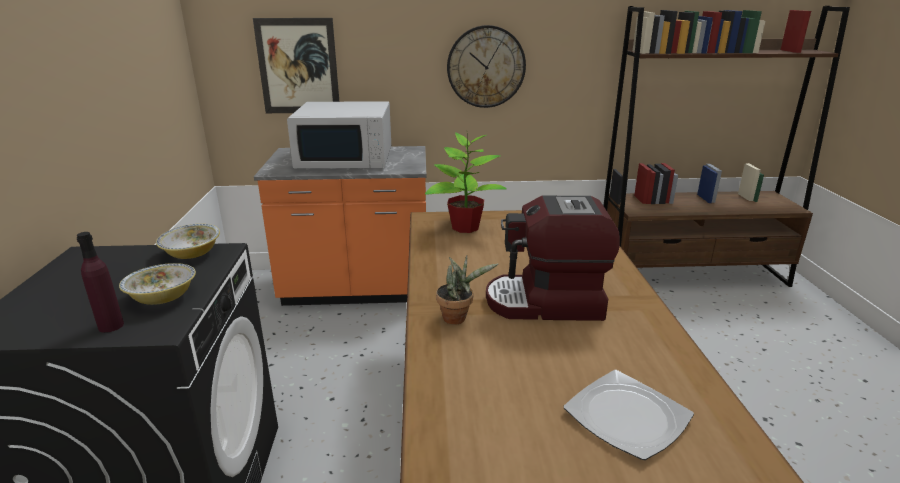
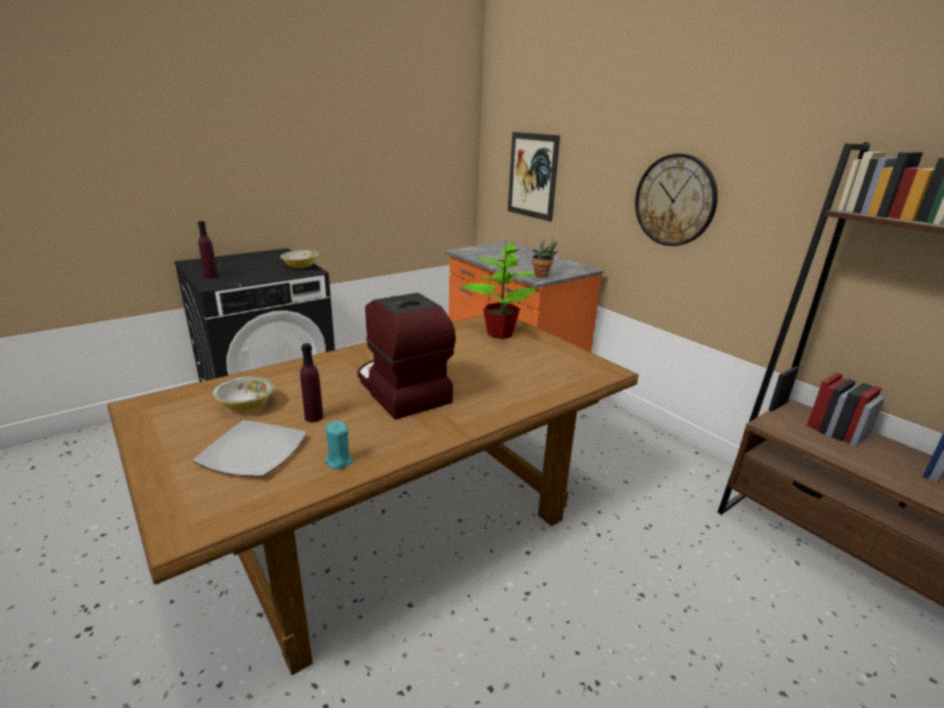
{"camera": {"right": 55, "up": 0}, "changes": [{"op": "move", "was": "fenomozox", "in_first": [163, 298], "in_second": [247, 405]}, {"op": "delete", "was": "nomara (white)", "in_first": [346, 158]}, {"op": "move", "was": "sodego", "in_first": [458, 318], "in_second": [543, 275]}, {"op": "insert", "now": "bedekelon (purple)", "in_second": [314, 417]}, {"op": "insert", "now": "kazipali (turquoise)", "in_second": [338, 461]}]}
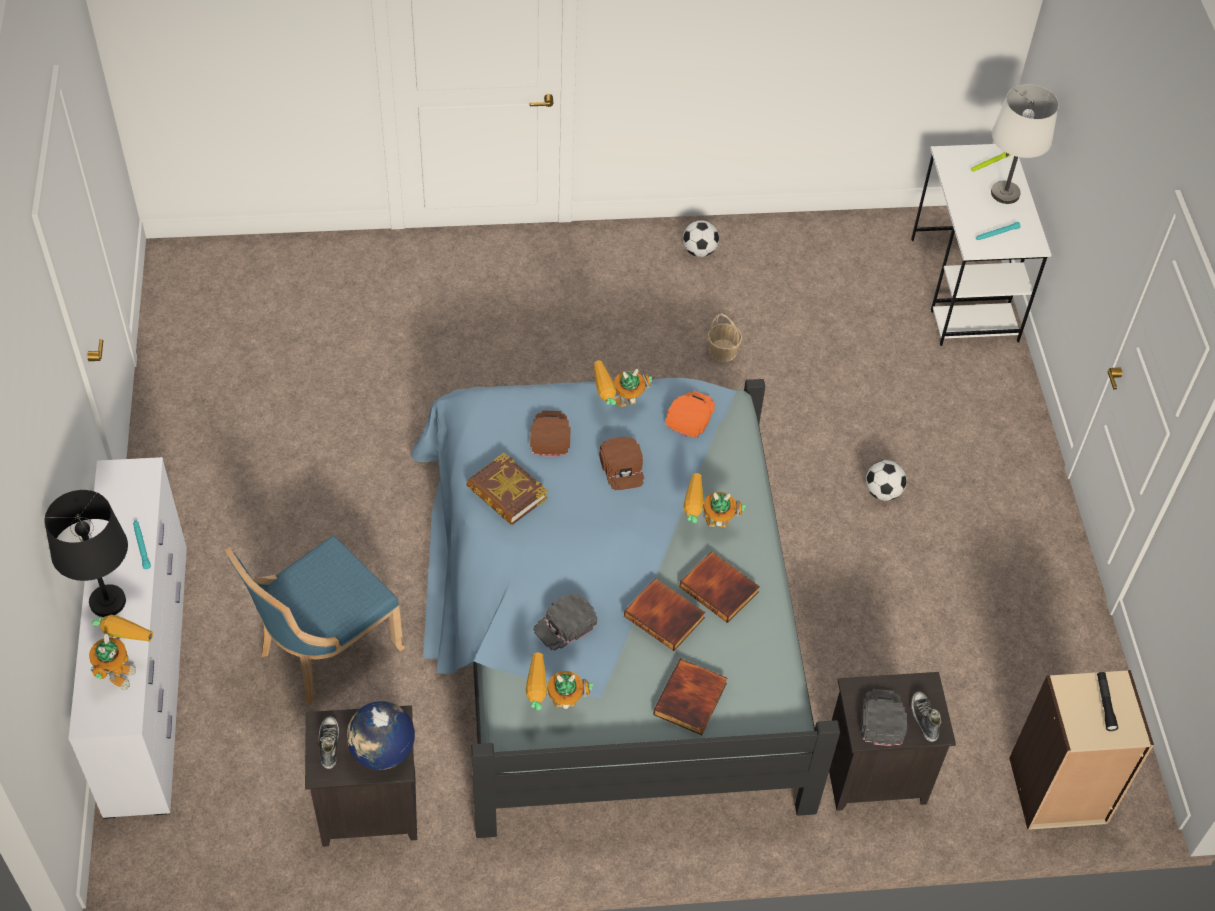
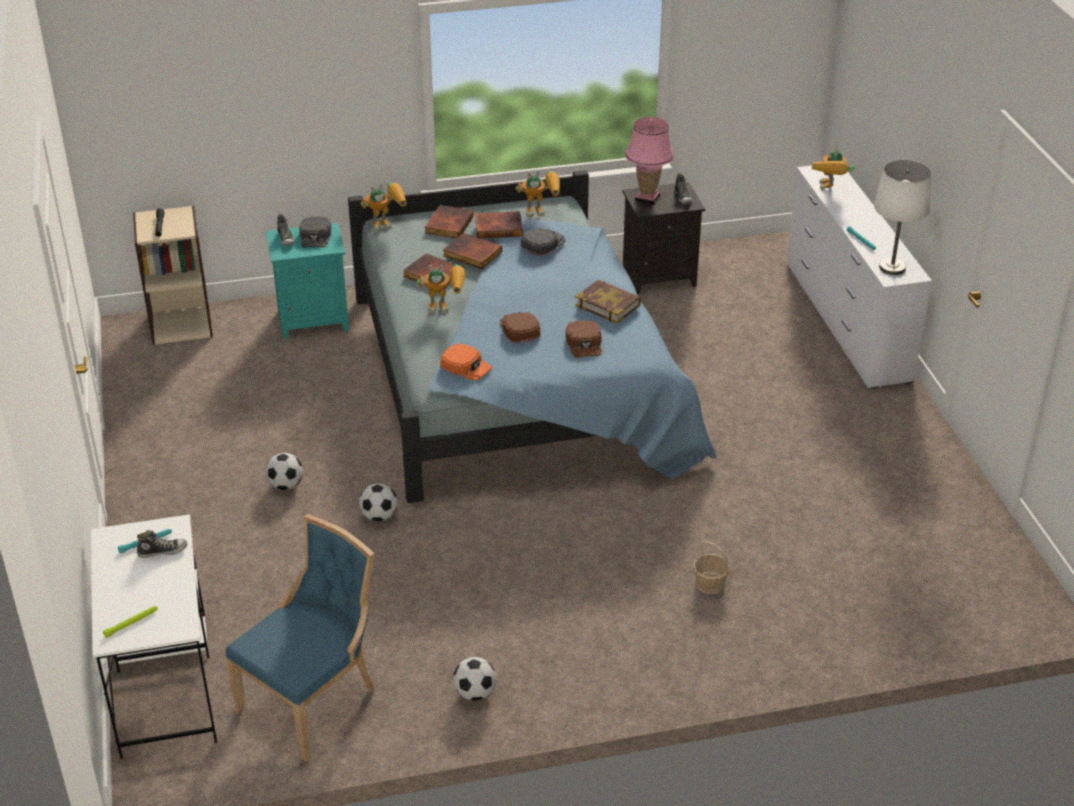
{"camera": {"right": 175, "up": -15}, "changes": [{"op": "delete", "was": "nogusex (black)", "in_first": [108, 601]}, {"op": "move", "was": "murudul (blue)", "in_first": [324, 650], "in_second": [313, 700]}, {"op": "replace", "was": "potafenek", "now": "nogusex (pink)", "in_first": [382, 752], "in_second": [647, 197]}, {"op": "move", "was": "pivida", "in_first": [617, 408], "in_second": [387, 223]}, {"op": "rotate", "was": "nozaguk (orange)", "in_first": [690, 415], "in_second": [466, 366], "clockwise": -75}, {"op": "move", "was": "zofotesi", "in_first": [723, 351], "in_second": [710, 583]}, {"op": "recolor", "was": "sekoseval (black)", "now": "sekoseval (turquoise)", "in_first": [873, 776], "in_second": [314, 320]}, {"op": "move", "was": "nogusex (white)", "in_first": [1004, 193], "in_second": [892, 268]}, {"op": "insert", "now": "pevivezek", "in_second": [162, 551]}, {"op": "insert", "now": "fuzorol", "in_second": [379, 516]}, {"op": "insert", "now": "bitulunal", "in_second": [499, 227]}]}
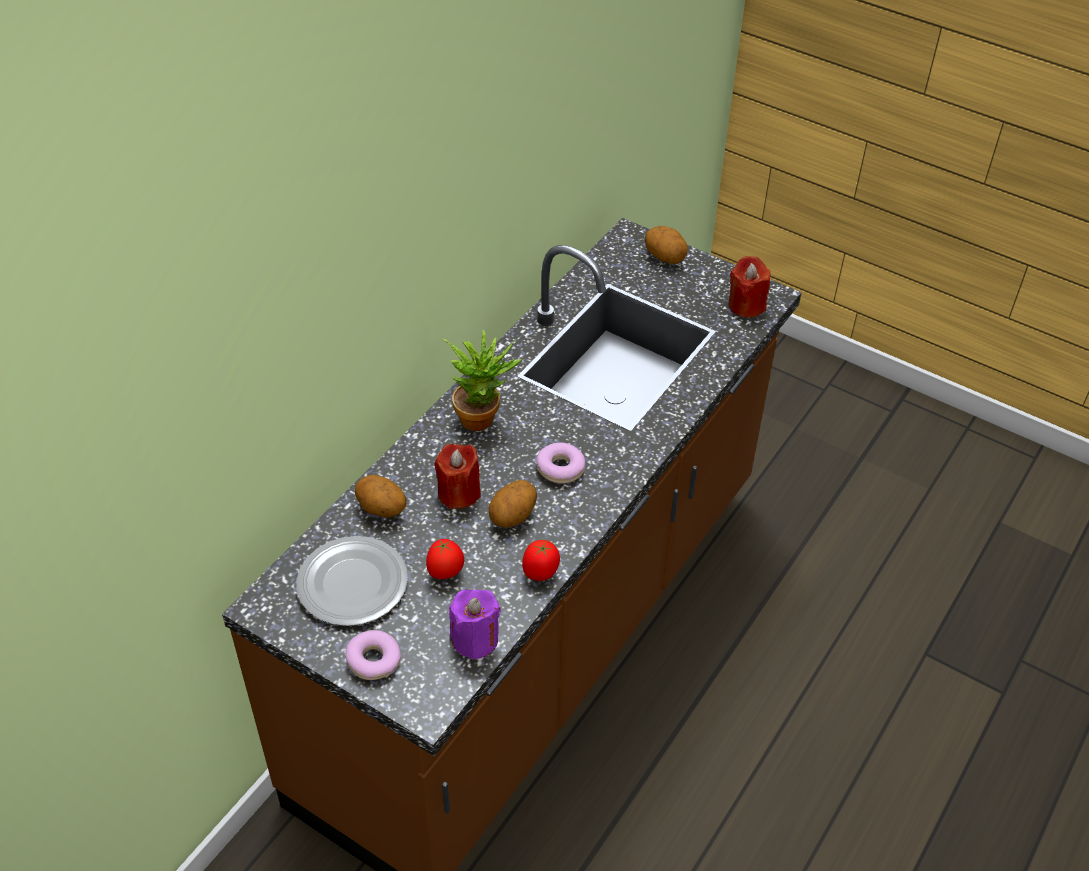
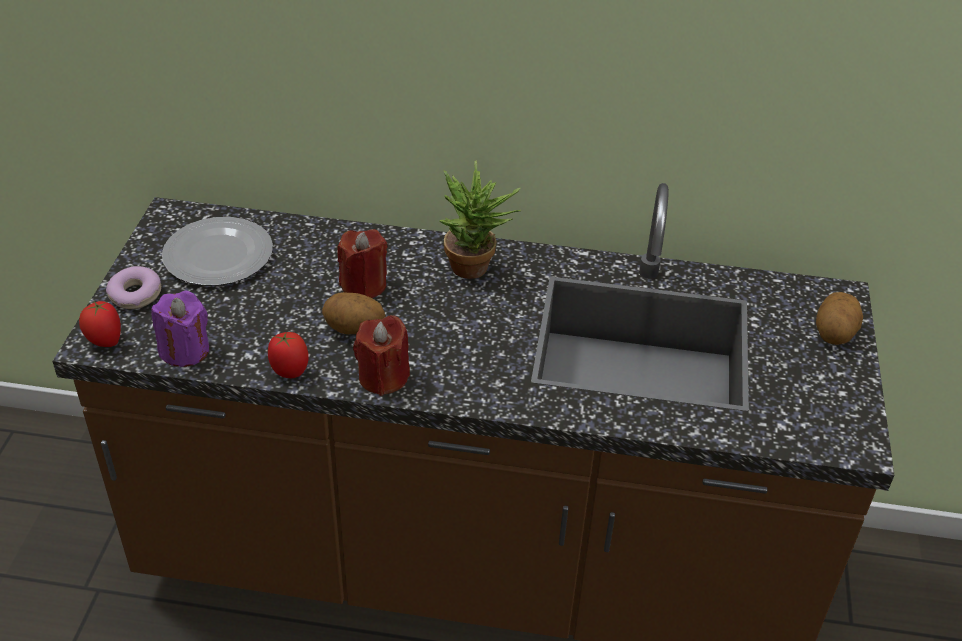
{"camera": {"right": 65, "up": -5}, "changes": [{"op": "delete", "was": "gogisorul", "in_first": [381, 509]}, {"op": "move", "was": "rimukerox", "in_first": [445, 573], "in_second": [104, 341]}, {"op": "delete", "was": "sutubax", "in_first": [560, 468]}, {"op": "move", "was": "kazipali (red)", "in_first": [746, 305], "in_second": [383, 377]}]}
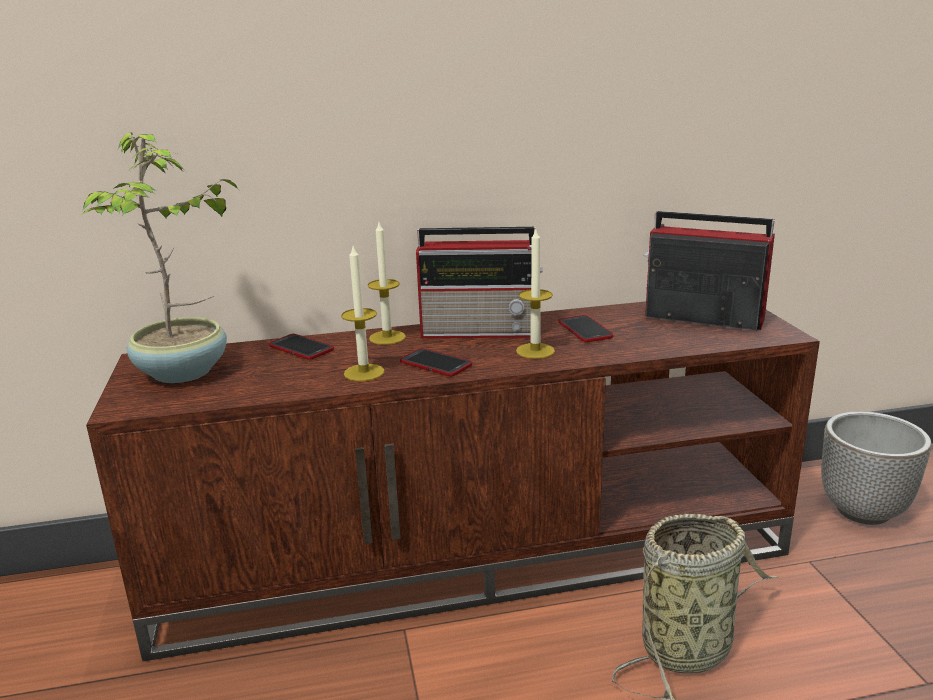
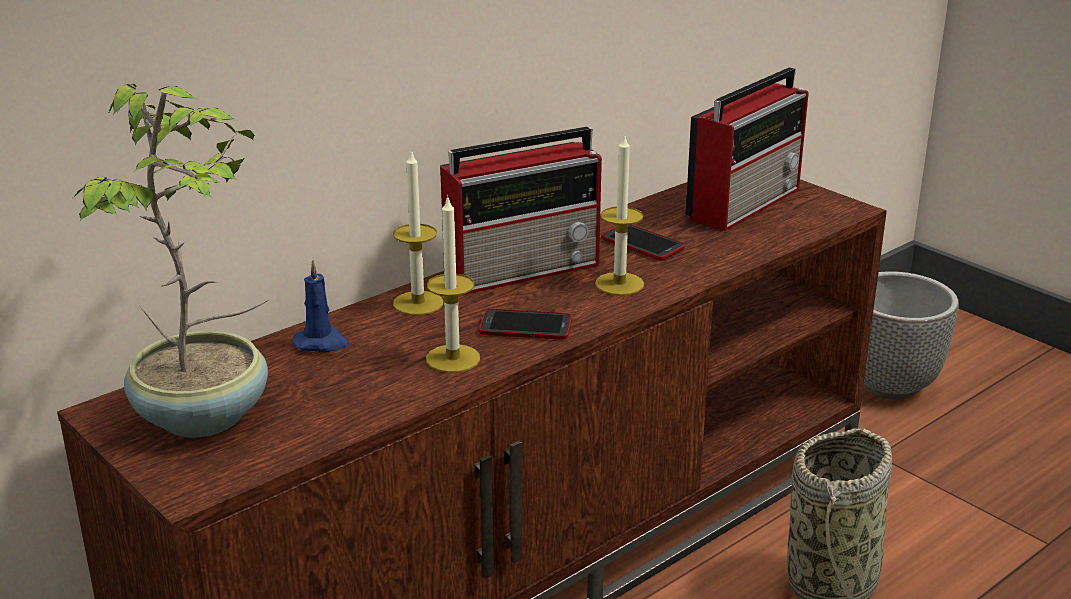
{"camera": {"right": -30, "up": 5}, "changes": [{"op": "replace", "was": "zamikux", "now": "kazipali (blue)", "in_first": [301, 348], "in_second": [322, 343]}, {"op": "rotate", "was": "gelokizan", "in_first": [700, 317], "in_second": [746, 202], "clockwise": 135}]}
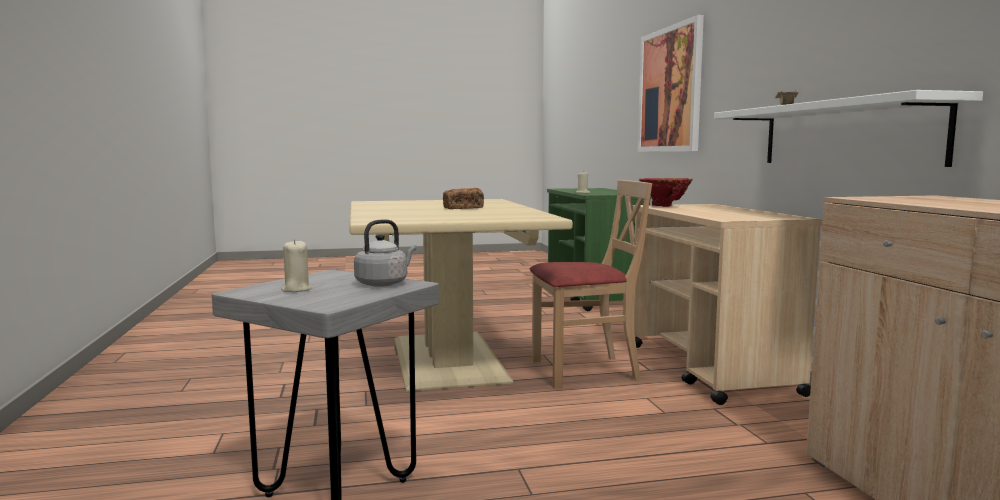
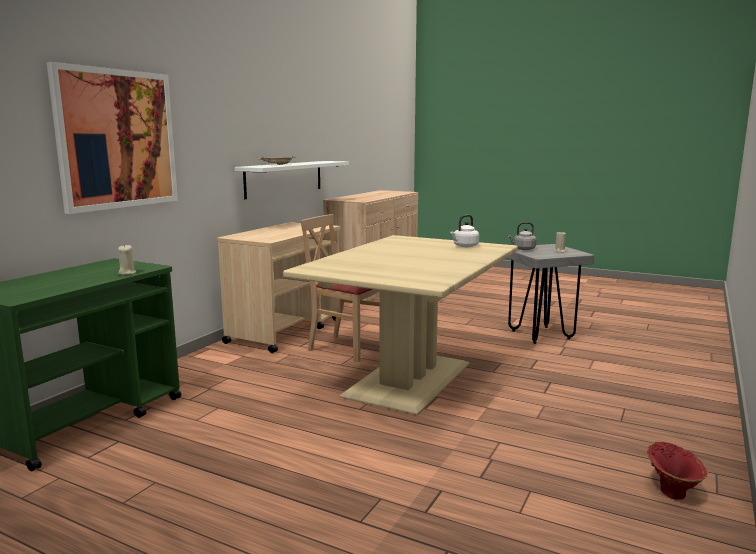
{"camera": {"right": -140, "up": 5}, "changes": [{"op": "delete", "was": "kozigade", "in_first": [463, 208]}, {"op": "move", "was": "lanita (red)", "in_first": [664, 206], "in_second": [672, 490]}, {"op": "insert", "now": "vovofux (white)", "in_second": [464, 246]}]}
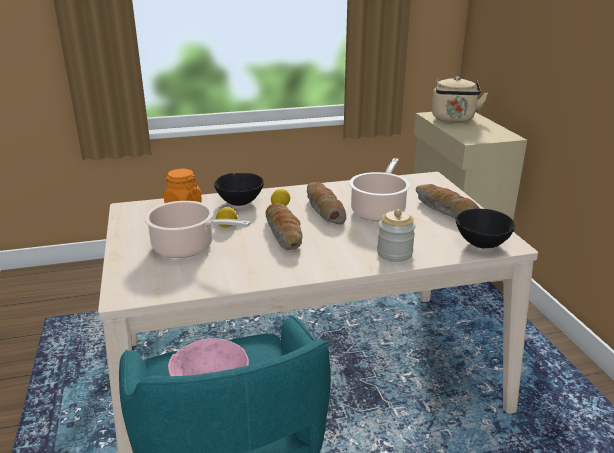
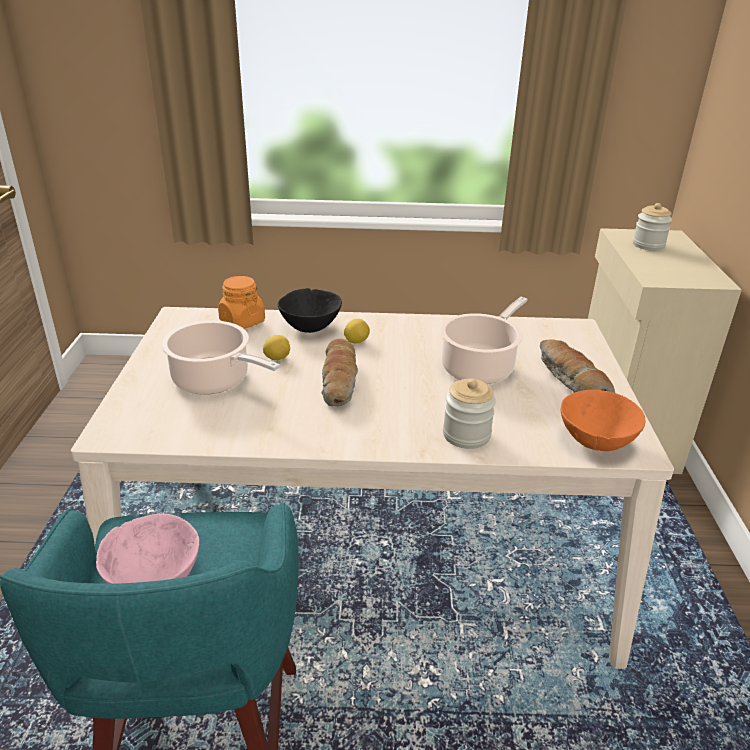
{"camera": {"right": 15, "up": 5}, "changes": [{"op": "delete", "was": "kozigade", "in_first": [323, 210]}, {"op": "replace", "was": "vovofux (beige)", "now": "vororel", "in_first": [453, 120], "in_second": [648, 245]}, {"op": "recolor", "was": "fenomozox (black)", "now": "fenomozox (orange)", "in_first": [480, 244], "in_second": [594, 442]}]}
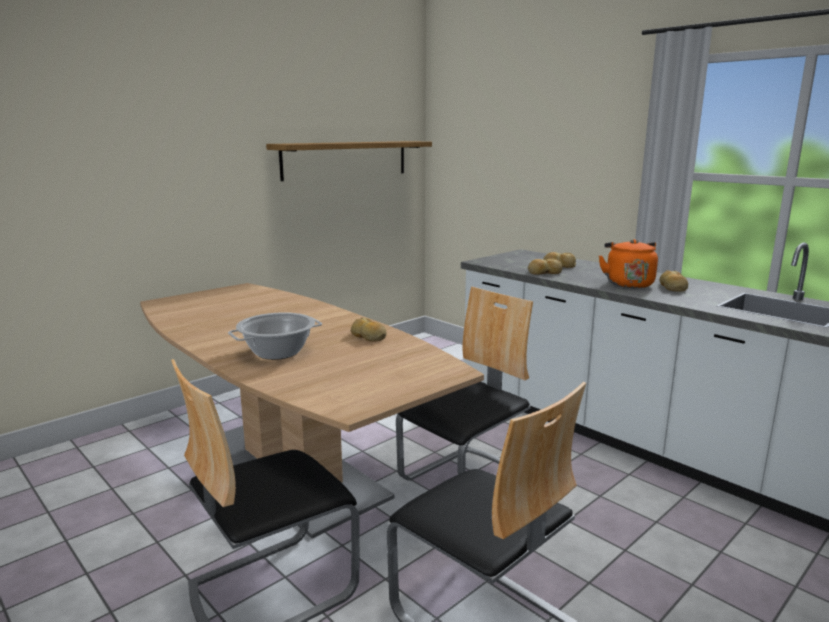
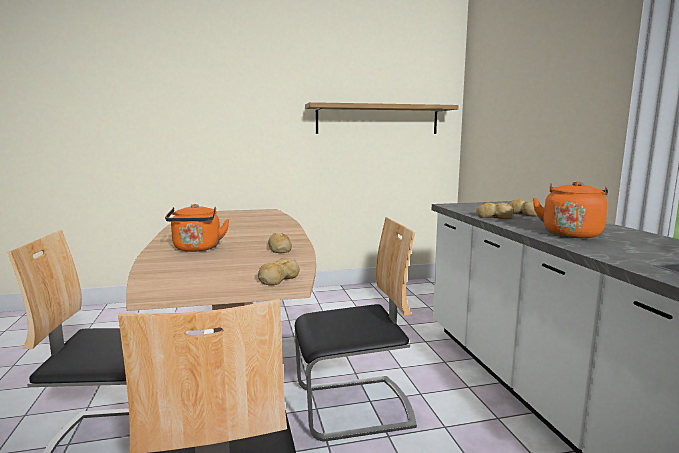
{"camera": {"right": 30, "up": -5}, "changes": [{"op": "replace", "was": "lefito", "now": "vovofux (orange)", "in_first": [277, 352], "in_second": [197, 249]}, {"op": "move", "was": "kozigade", "in_first": [672, 287], "in_second": [278, 279]}]}
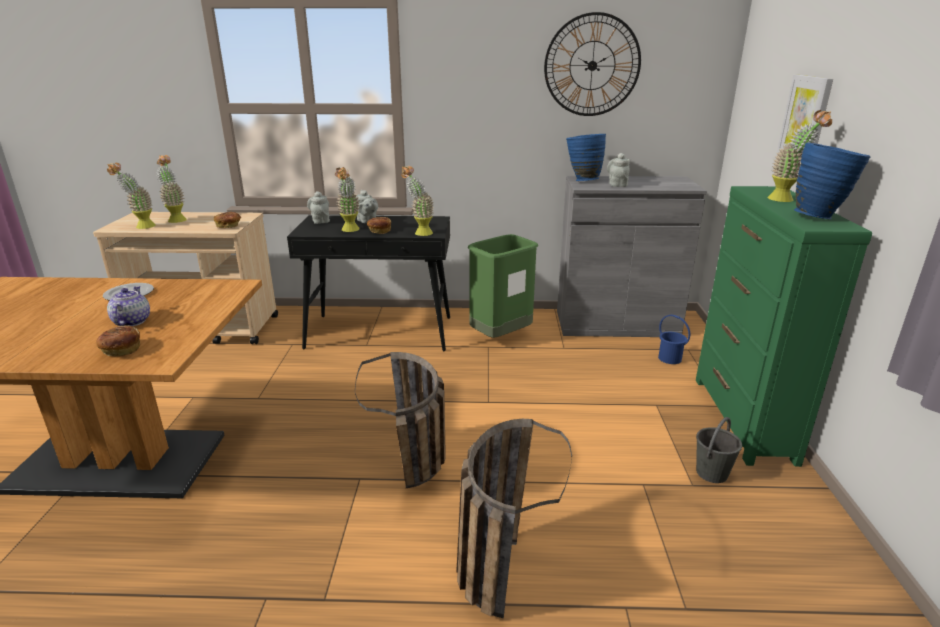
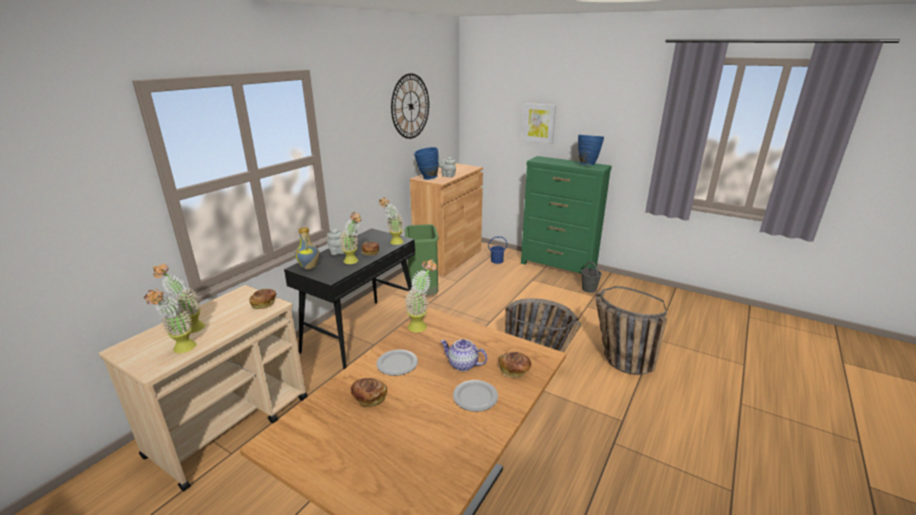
{"camera": {"right": -60, "up": 0}, "changes": [{"op": "replace", "was": "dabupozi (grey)", "now": "lanita", "in_first": [320, 220], "in_second": [309, 267]}, {"op": "recolor", "was": "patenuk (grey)", "now": "patenuk (brown)", "in_first": [616, 323], "in_second": [448, 259]}, {"op": "move", "was": "sodego", "in_first": [787, 199], "in_second": [421, 325]}, {"op": "insert", "now": "kozigade", "in_second": [369, 398]}, {"op": "insert", "now": "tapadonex", "in_second": [475, 396]}]}
